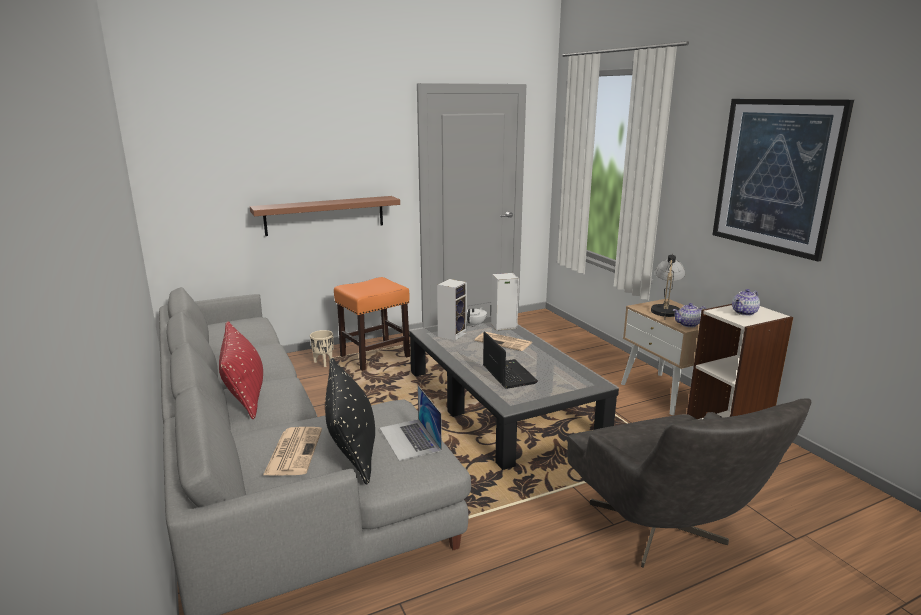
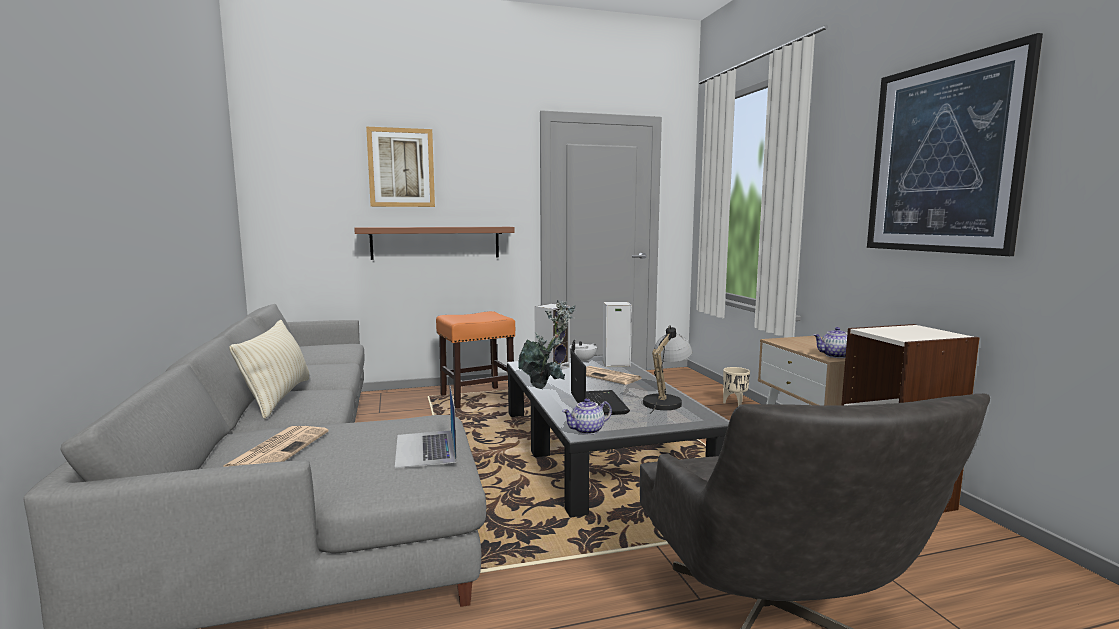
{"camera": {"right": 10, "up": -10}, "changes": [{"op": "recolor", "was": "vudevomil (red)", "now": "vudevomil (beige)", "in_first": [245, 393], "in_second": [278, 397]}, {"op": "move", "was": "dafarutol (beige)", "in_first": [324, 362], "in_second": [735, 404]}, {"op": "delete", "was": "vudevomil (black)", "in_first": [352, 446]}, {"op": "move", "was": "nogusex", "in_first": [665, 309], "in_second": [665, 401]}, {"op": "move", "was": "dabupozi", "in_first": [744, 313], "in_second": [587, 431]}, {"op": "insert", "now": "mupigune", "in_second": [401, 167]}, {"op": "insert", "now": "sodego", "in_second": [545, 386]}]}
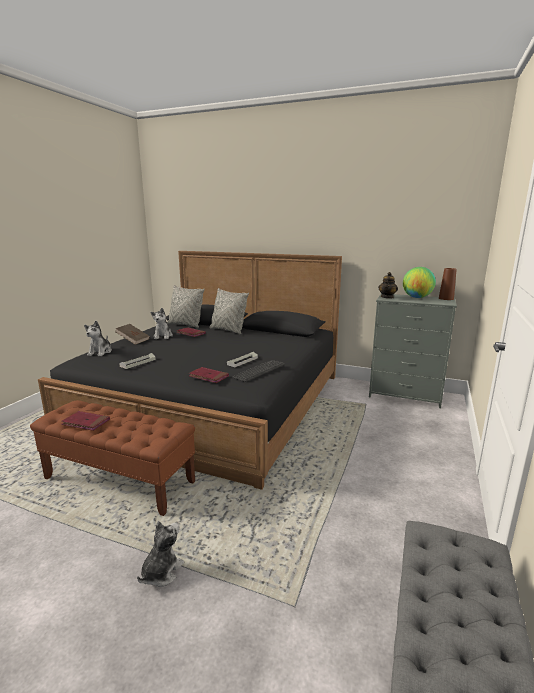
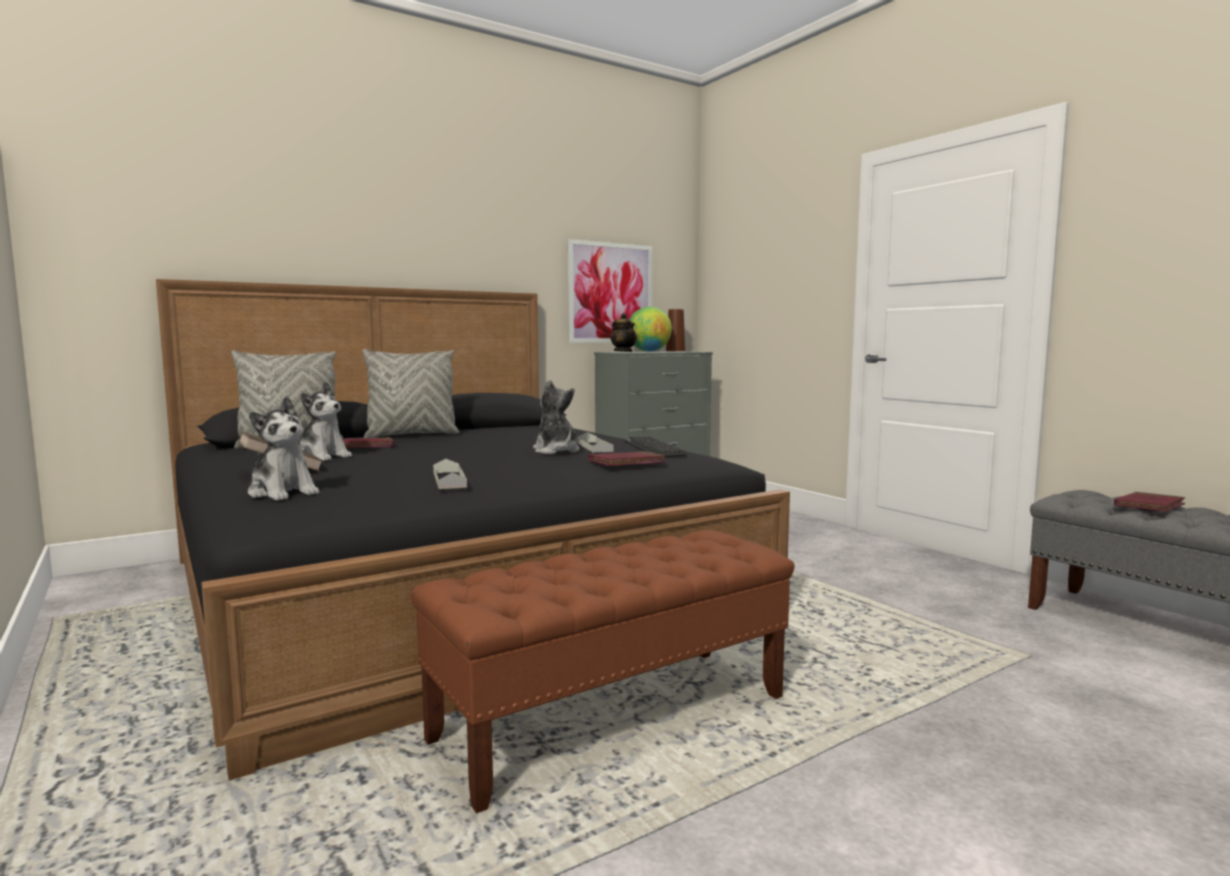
{"camera": {"right": -55, "up": -10}, "changes": [{"op": "move", "was": "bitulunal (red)", "in_first": [86, 422], "in_second": [1149, 506]}, {"op": "move", "was": "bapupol", "in_first": [161, 572], "in_second": [556, 451]}, {"op": "insert", "now": "mupigune", "in_second": [610, 293]}]}
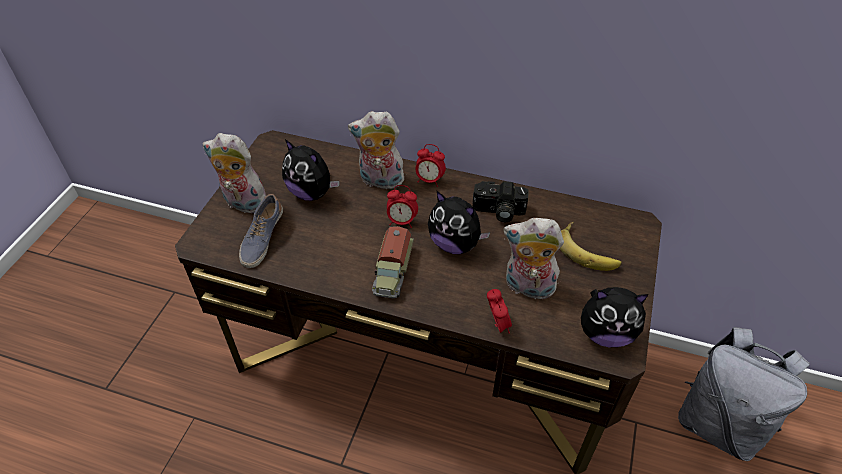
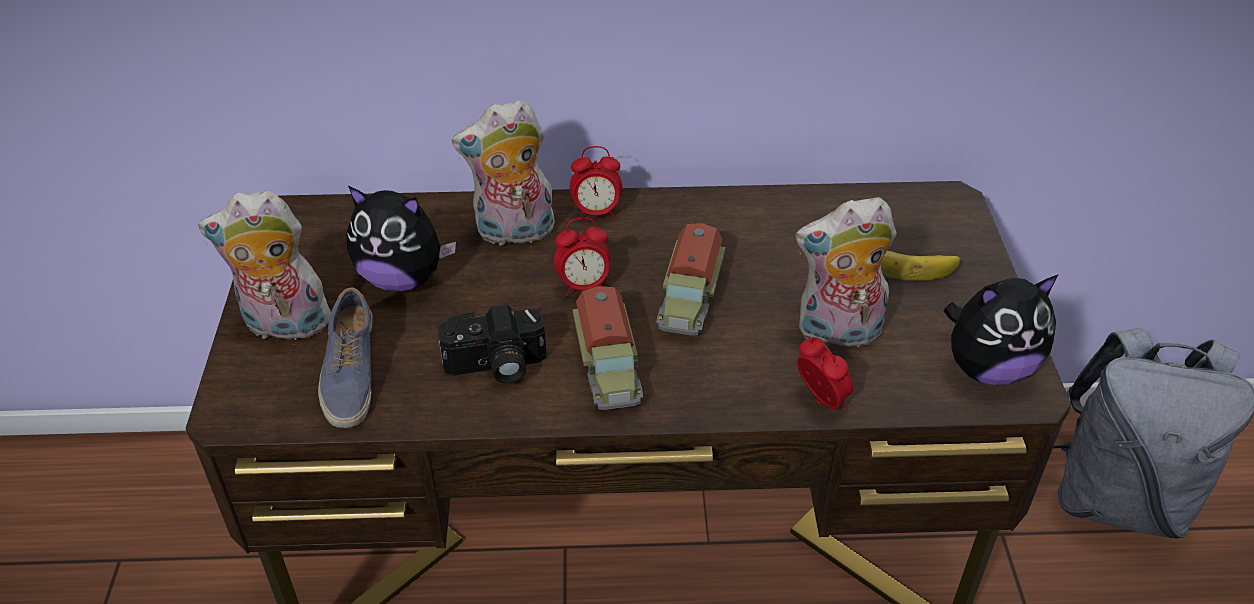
{"camera": {"right": -20, "up": -5}, "changes": [{"op": "replace", "was": "bapupol", "now": "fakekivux", "in_first": [455, 244], "in_second": [689, 298]}, {"op": "move", "was": "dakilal", "in_first": [498, 212], "in_second": [495, 366]}]}
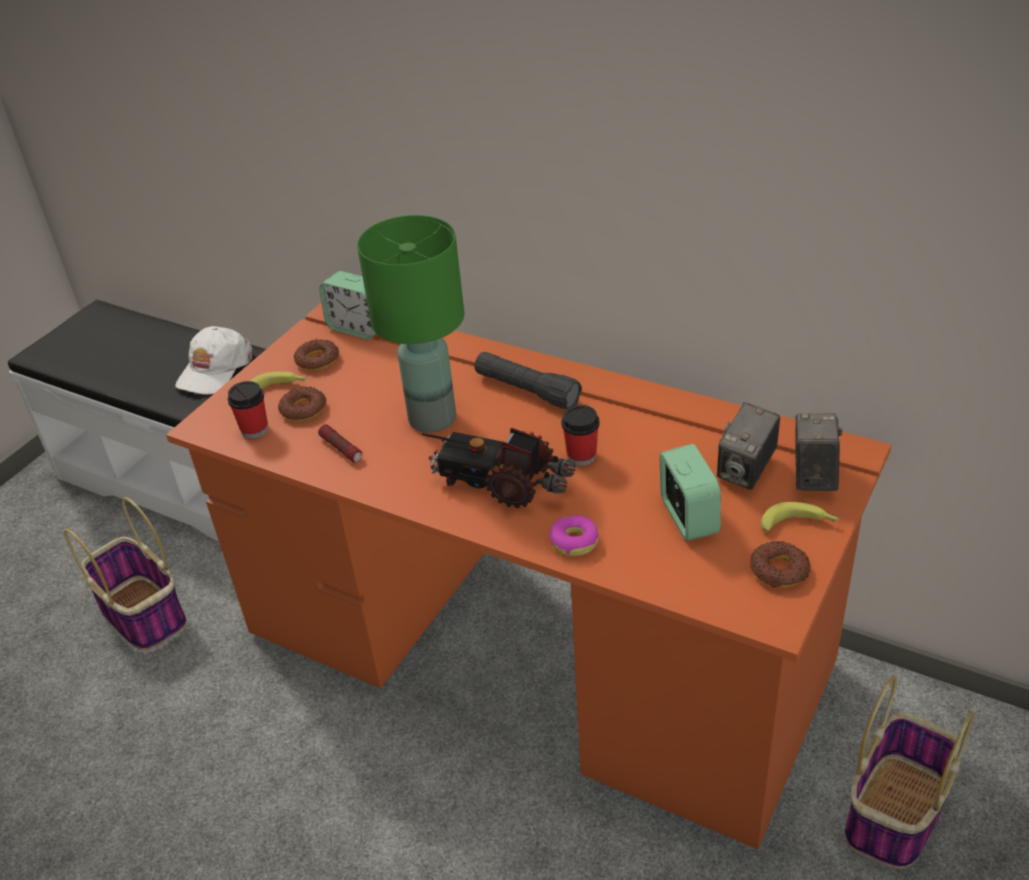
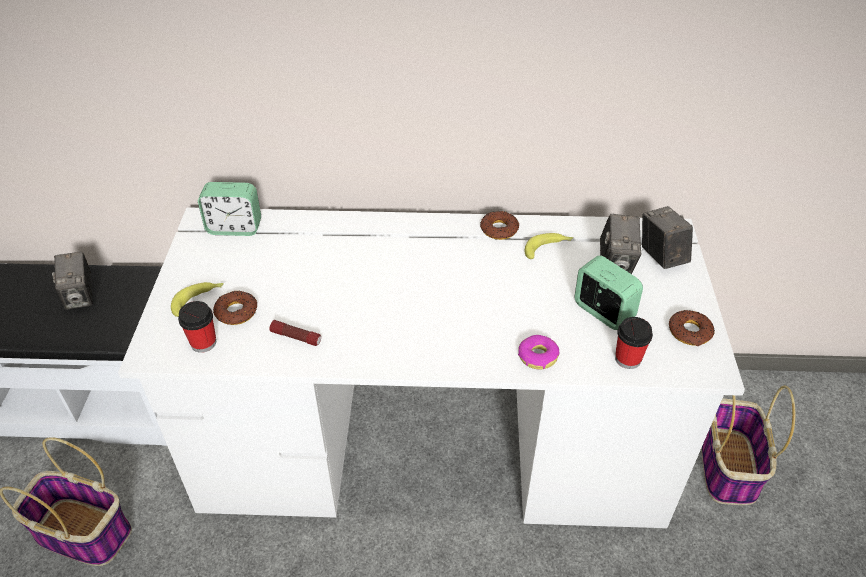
{"camera": {"right": -30, "up": 5}, "changes": [{"op": "recolor", "was": "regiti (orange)", "now": "regiti (white)", "in_first": [533, 648], "in_second": [433, 441]}, {"op": "replace", "was": "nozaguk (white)", "now": "dakilal", "in_first": [215, 369], "in_second": [81, 296]}, {"op": "move", "was": "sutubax", "in_first": [317, 360], "in_second": [499, 229]}, {"op": "delete", "was": "nogusex (green)", "in_first": [434, 418]}, {"op": "delete", "was": "fakekivux", "in_first": [501, 482]}, {"op": "delete", "was": "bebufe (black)", "in_first": [527, 391]}, {"op": "move", "was": "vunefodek", "in_first": [581, 456], "in_second": [627, 359]}, {"op": "move", "was": "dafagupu", "in_first": [799, 524], "in_second": [548, 248]}]}
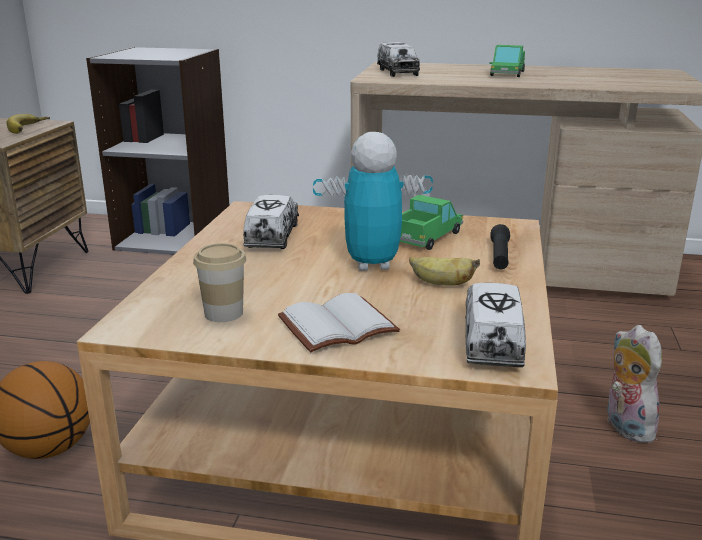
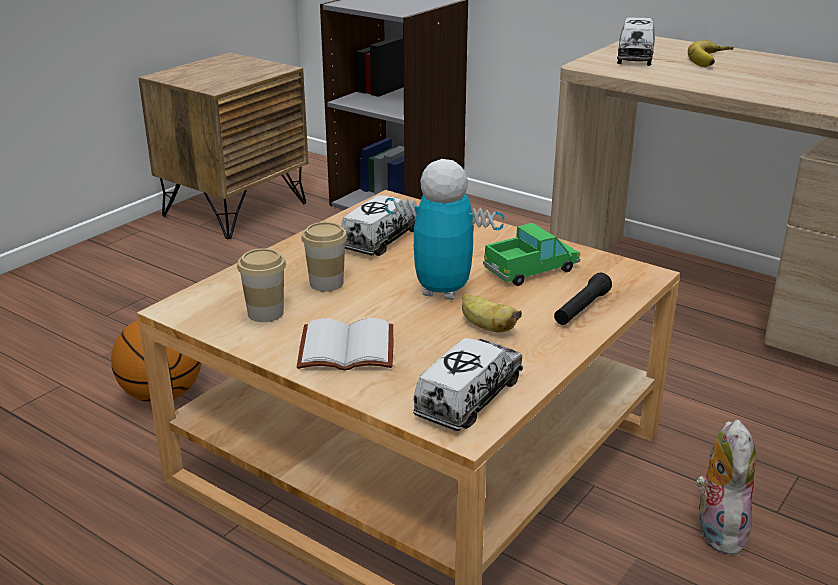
{"camera": {"right": 25, "up": 5}, "changes": [{"op": "move", "was": "dafagupu", "in_first": [29, 128], "in_second": [713, 60]}, {"op": "delete", "was": "fakekivux", "in_first": [507, 73]}, {"op": "insert", "now": "vunefodek", "in_second": [326, 283]}]}
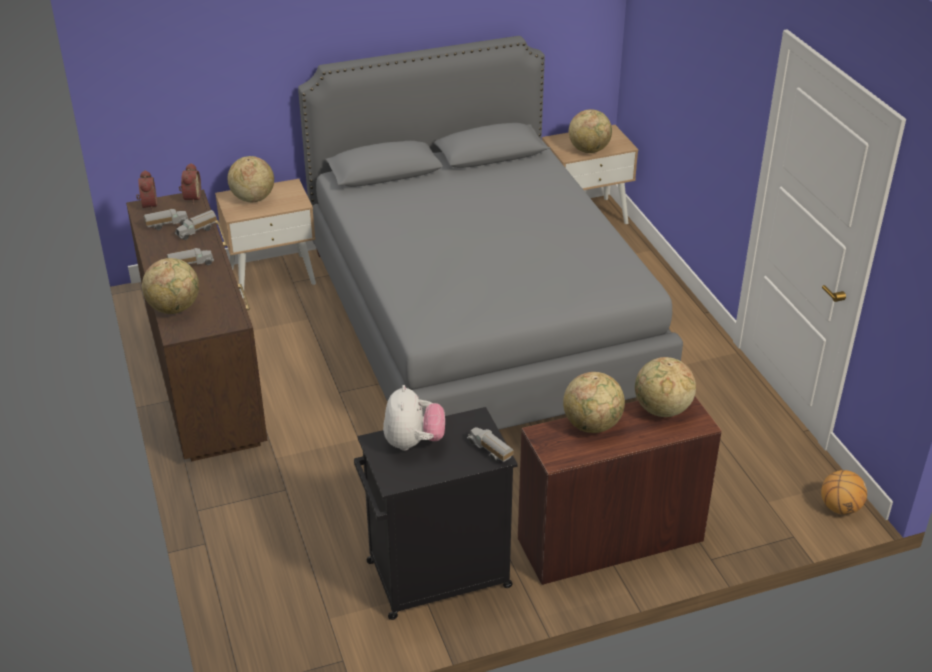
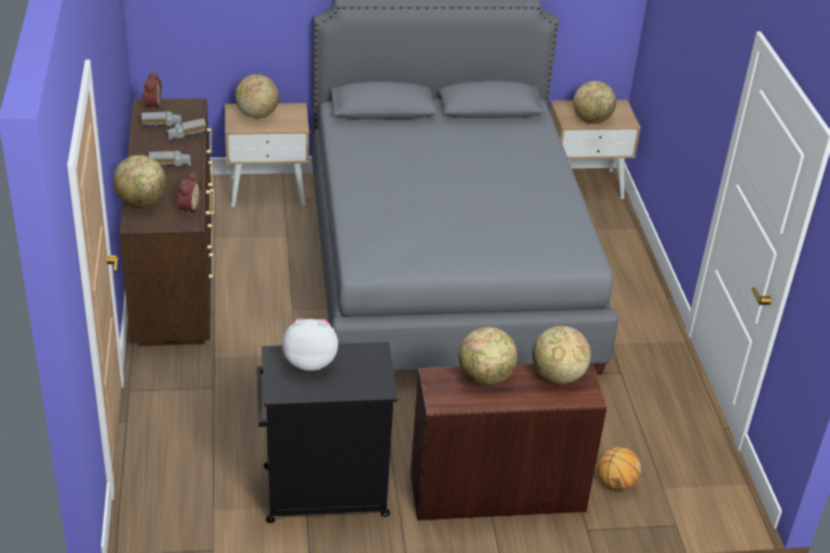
{"camera": {"right": 10, "up": 0}, "changes": [{"op": "move", "was": "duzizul", "in_first": [191, 198], "in_second": [188, 207]}, {"op": "rotate", "was": "bapupol", "in_first": [413, 442], "in_second": [310, 361], "clockwise": -105}, {"op": "delete", "was": "fakekivux", "in_first": [489, 451]}, {"op": "move", "was": "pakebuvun", "in_first": [839, 508], "in_second": [615, 483]}]}
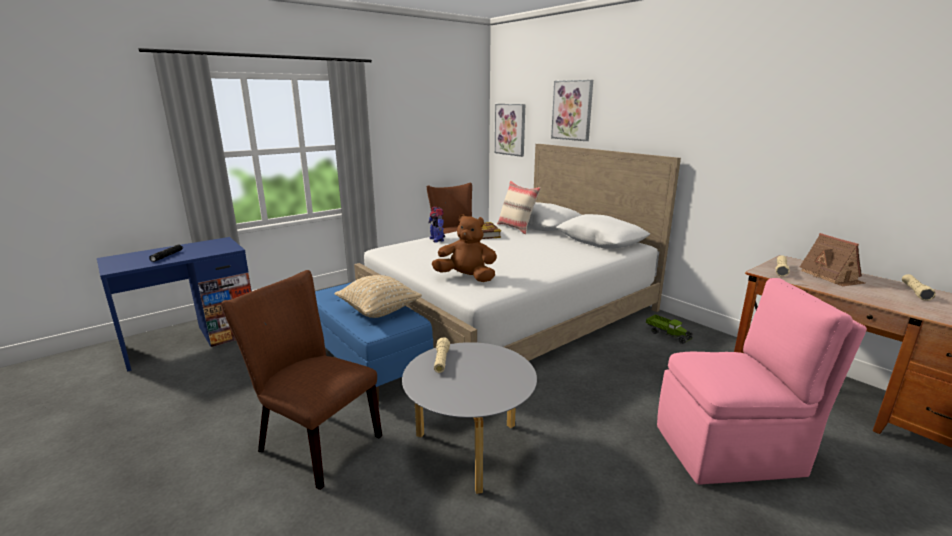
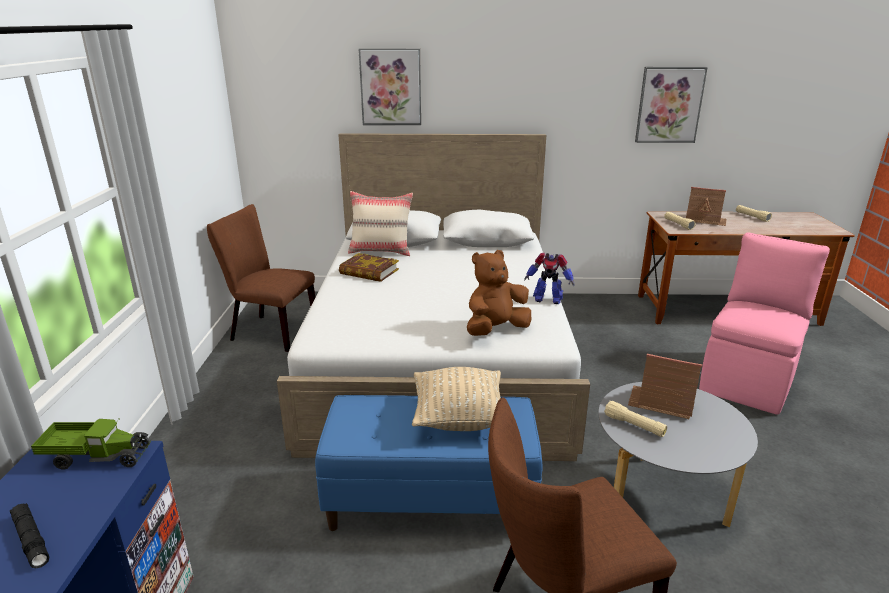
{"camera": {"right": -50, "up": 5}, "changes": [{"op": "move", "was": "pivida", "in_first": [437, 239], "in_second": [547, 299]}, {"op": "move", "was": "mupigune", "in_first": [510, 129], "in_second": [669, 105]}, {"op": "move", "was": "fakekivux", "in_first": [668, 334], "in_second": [97, 456]}, {"op": "insert", "now": "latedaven", "in_second": [661, 402]}]}
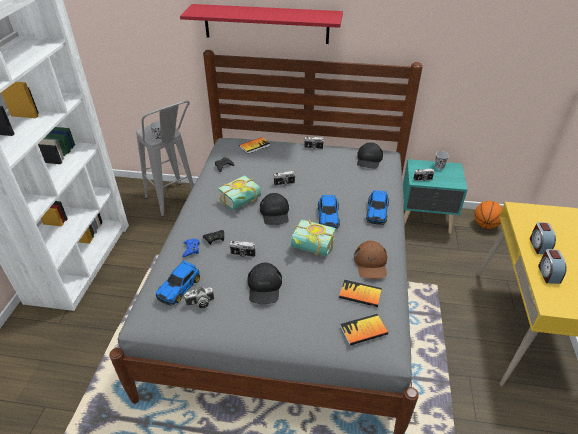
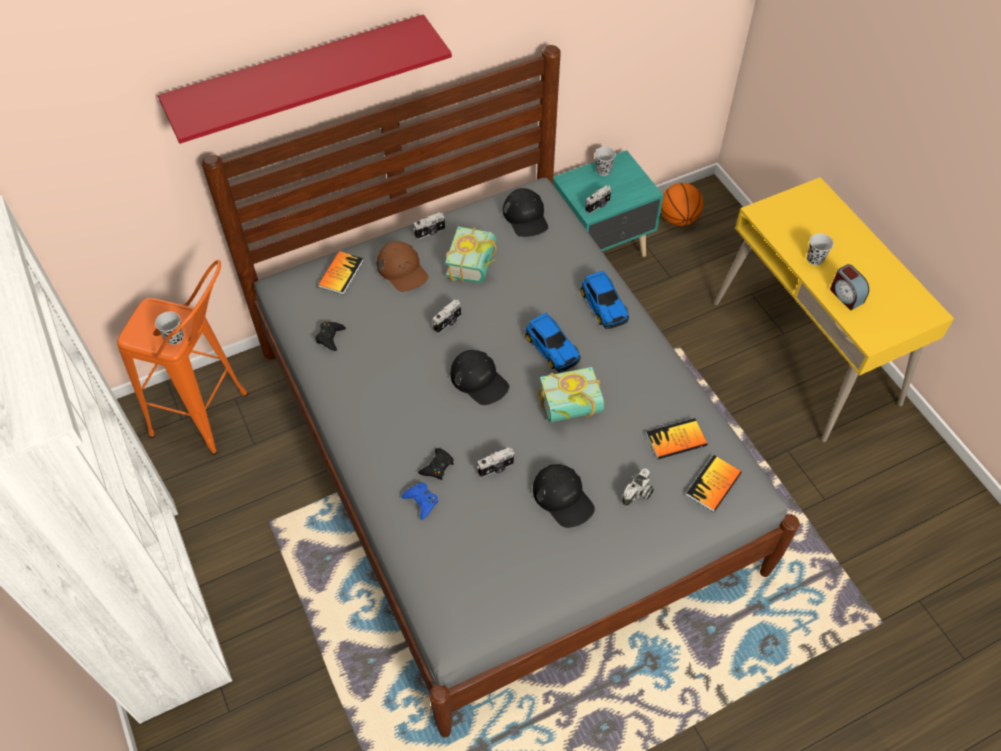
{"camera": {"right": -35, "up": 15}, "changes": [{"op": "recolor", "was": "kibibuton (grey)", "now": "kibibuton (orange)", "in_first": [175, 204], "in_second": [214, 419]}, {"op": "delete", "was": "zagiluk", "in_first": [180, 287]}, {"op": "move", "was": "dakilal", "in_first": [200, 303], "in_second": [638, 494]}, {"op": "move", "was": "bitulunal", "in_first": [242, 202], "in_second": [477, 265]}, {"op": "move", "was": "nozaguk (brown)", "in_first": [371, 263], "in_second": [402, 270]}, {"op": "replace", "was": "duzizul", "now": "vunefodek (black)", "in_first": [539, 245], "in_second": [815, 259]}]}
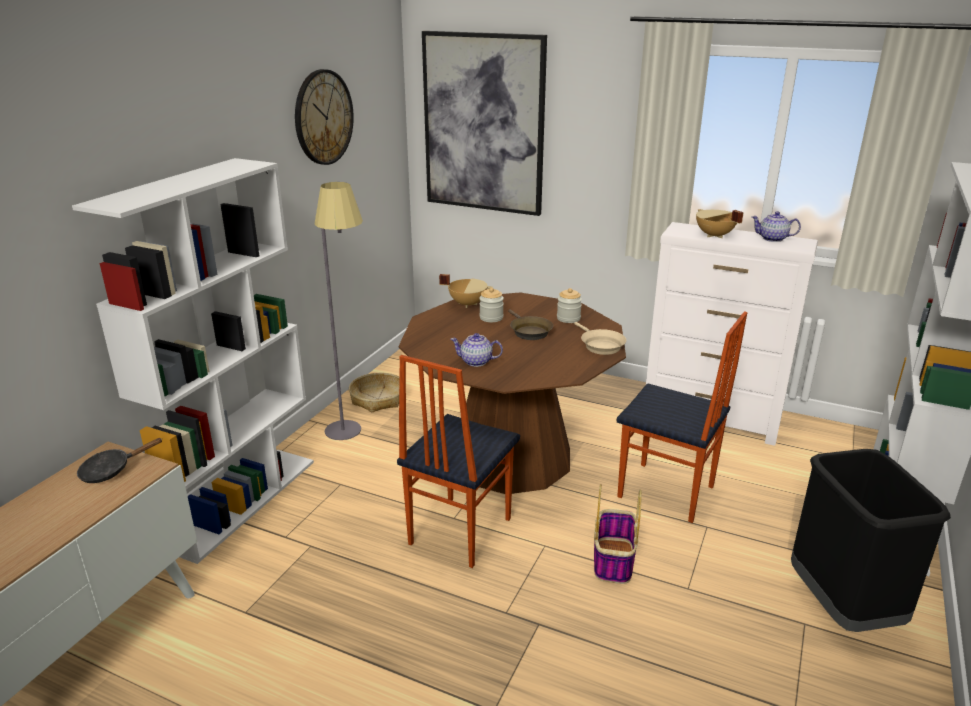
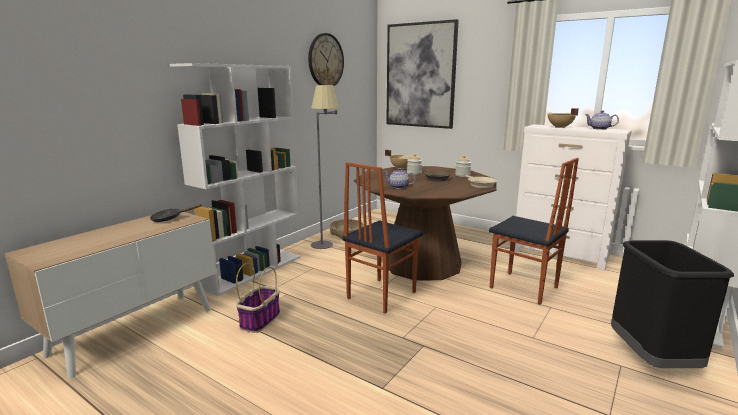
{"camera": {"right": 10, "up": -10}, "changes": [{"op": "move", "was": "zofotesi", "in_first": [613, 560], "in_second": [260, 320]}]}
